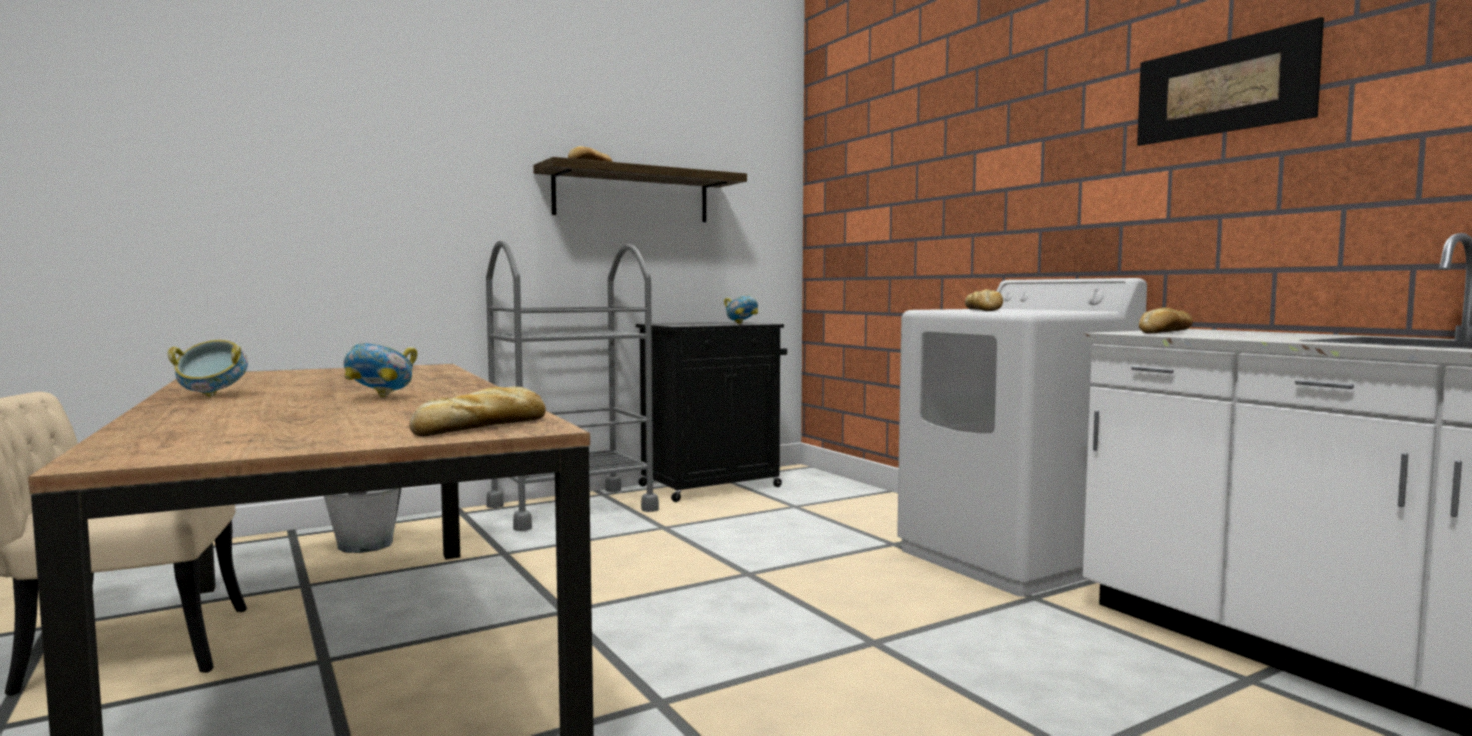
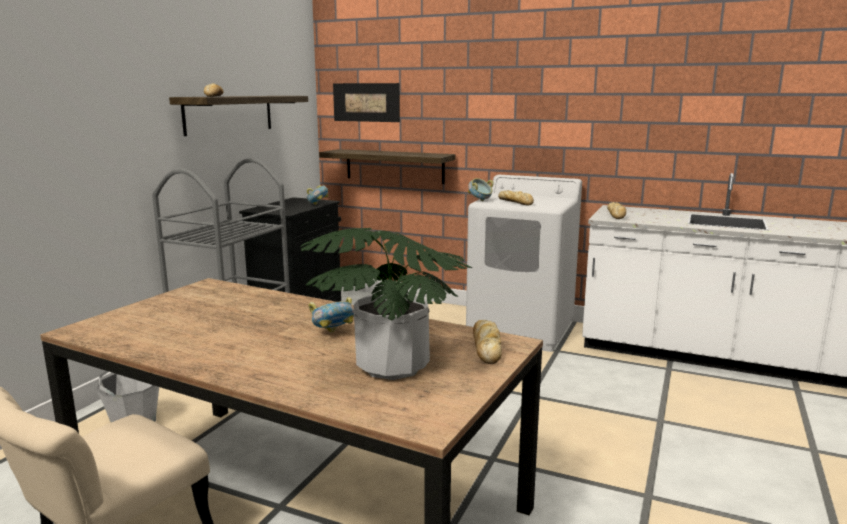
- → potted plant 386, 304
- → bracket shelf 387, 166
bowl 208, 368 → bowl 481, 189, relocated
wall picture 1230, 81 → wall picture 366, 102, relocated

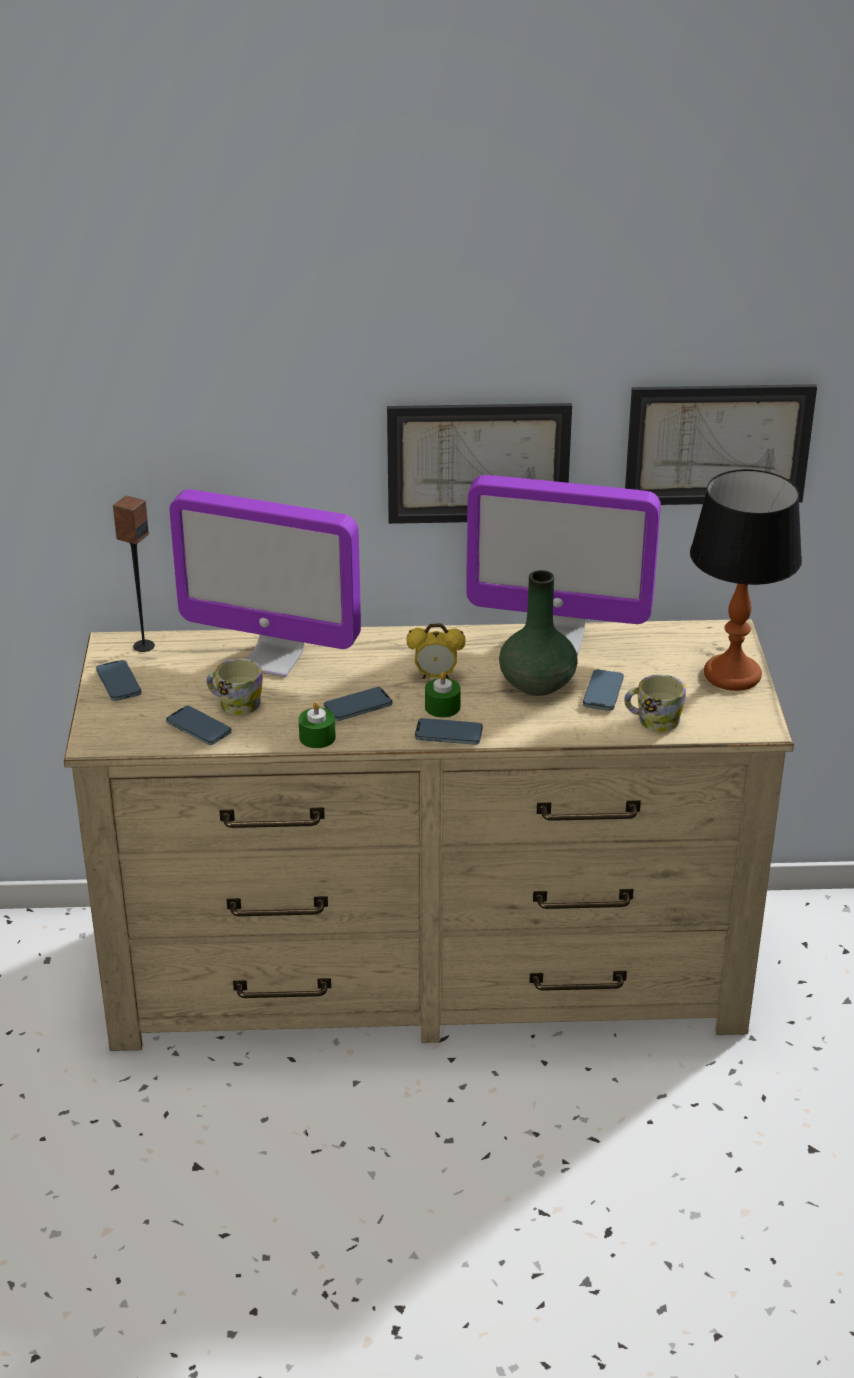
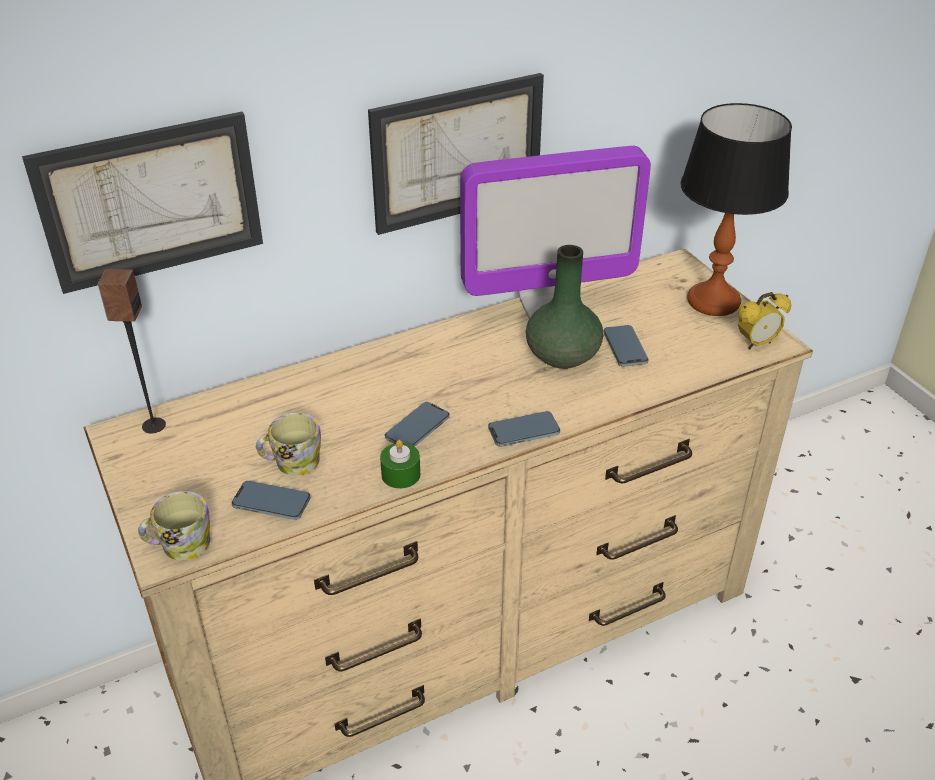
phone 119, 680 → -
monitor 265, 583 → -
wax candle/green 443, 695 → -
table clock 435, 651 → table clock 764, 320, relocated
coffee mug 655, 703 → coffee mug 174, 526, relocated
wall picture 721, 444 → wall picture 142, 203, relocated

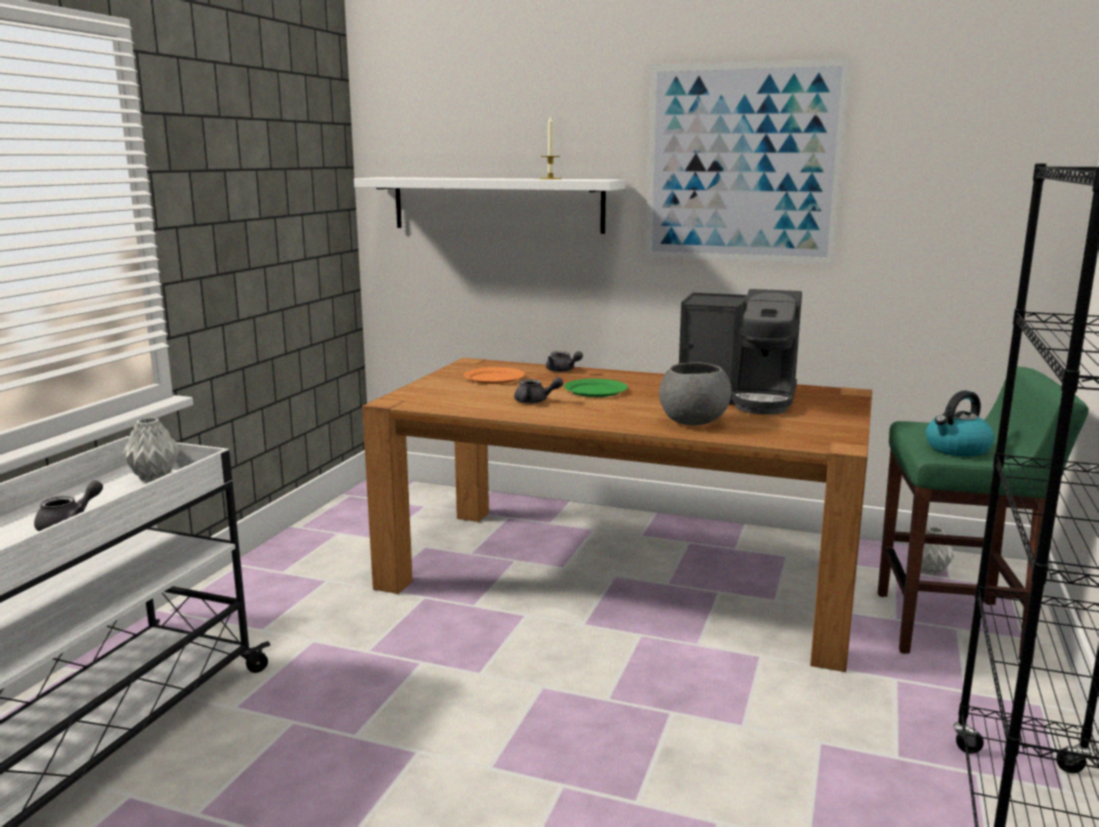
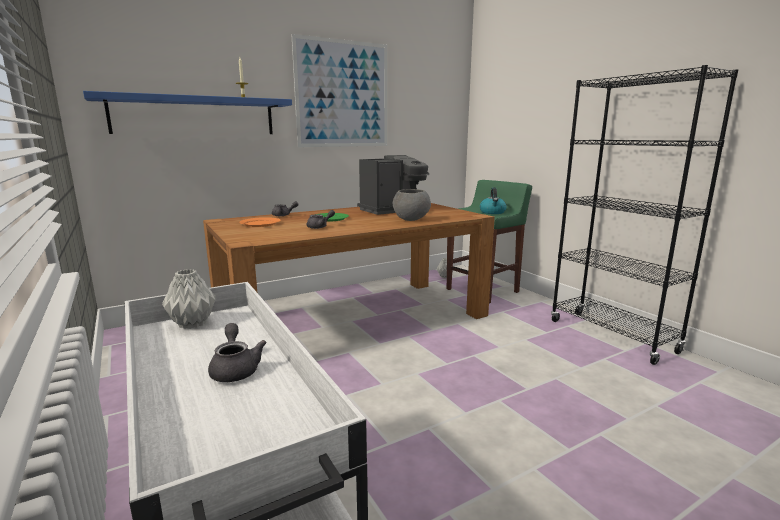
bracket shelf/white-coloured 489, 205 → bracket shelf/blue-coloured 187, 112

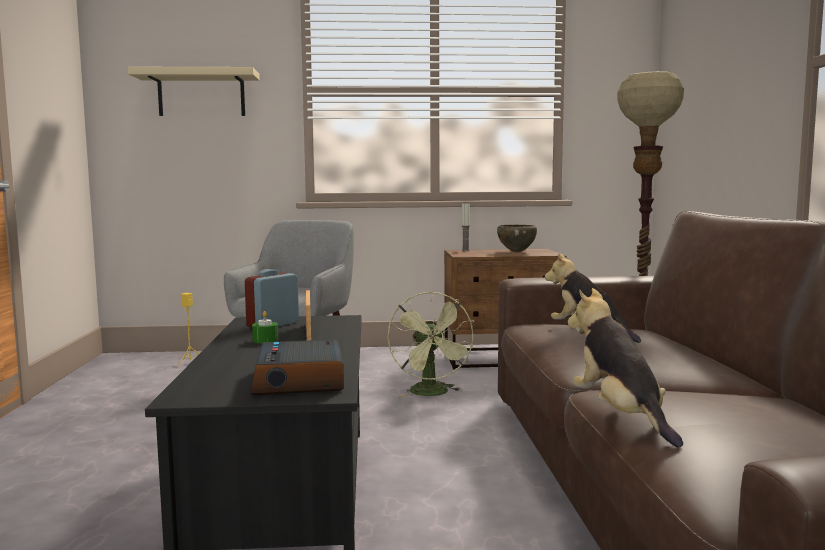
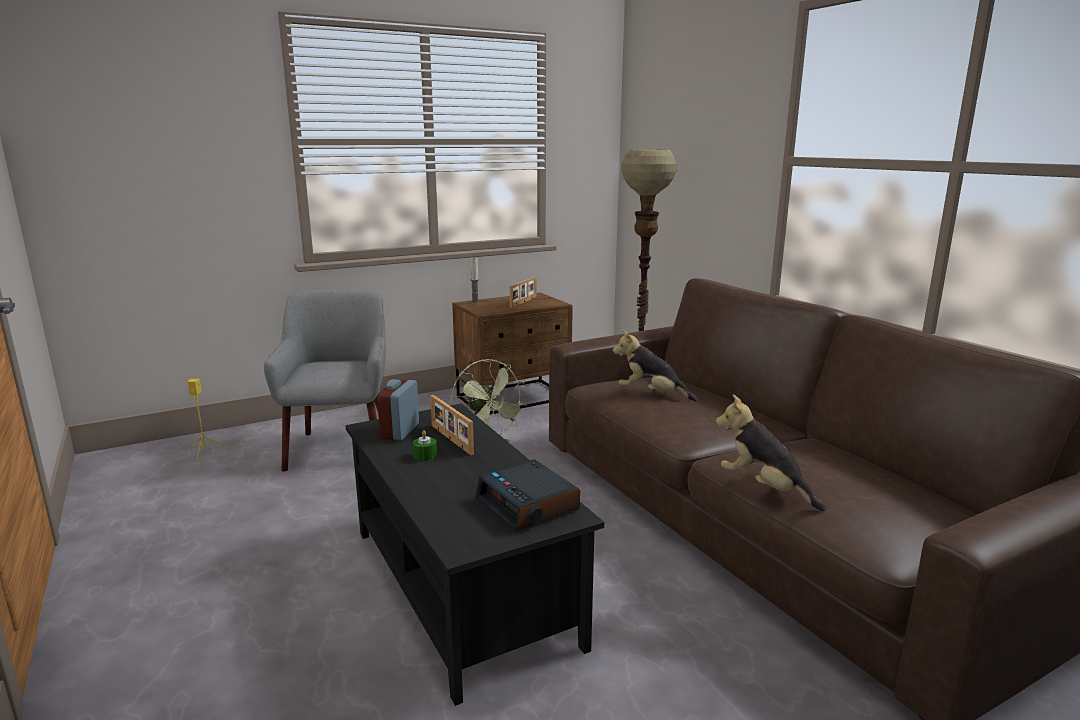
bracket shelf/beige-coloured 194, 91 → -
bowl/brown-coloured 517, 238 → standing frame 523, 292

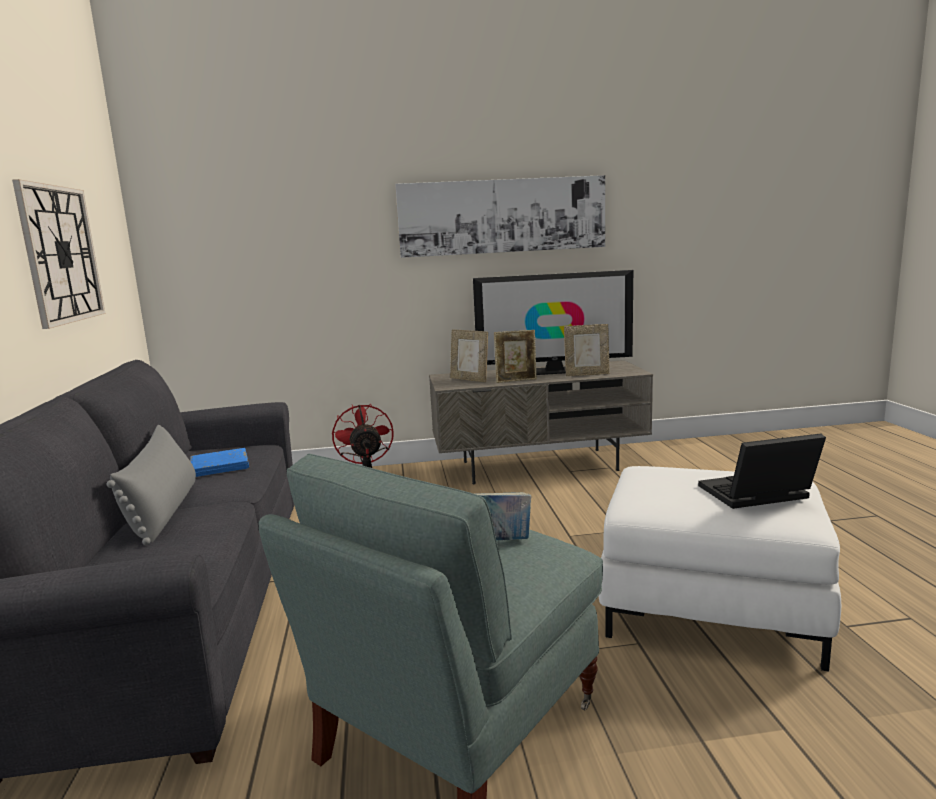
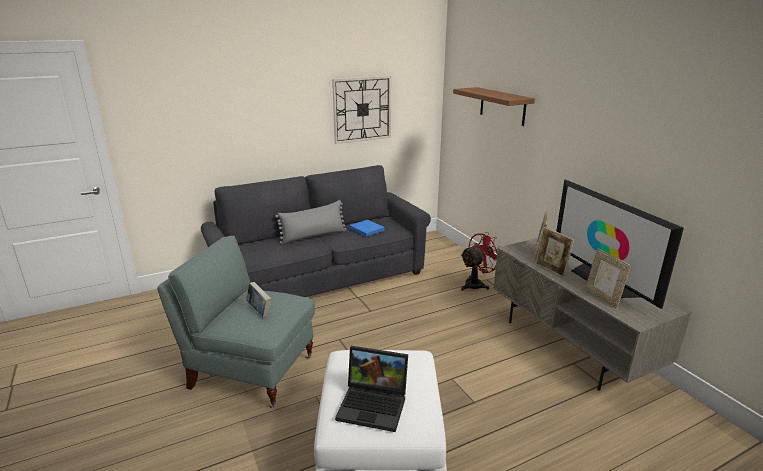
wall picture 500, 216 → -
- → bracket shelf/brown-coloured 494, 106
laptop 762, 471 → laptop 371, 389, 135 degrees clockwise

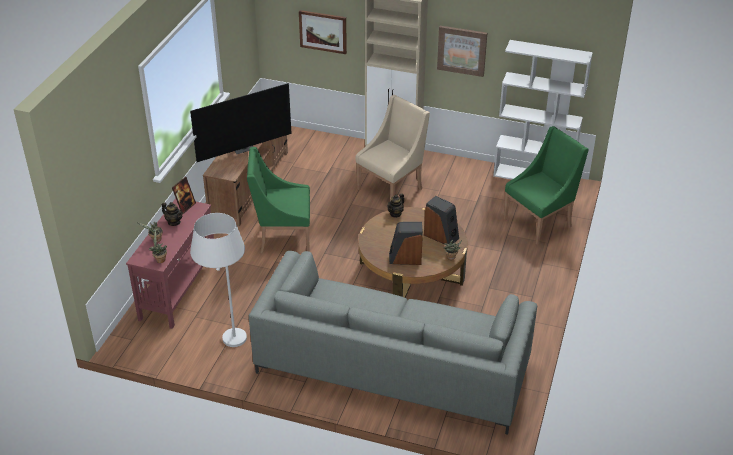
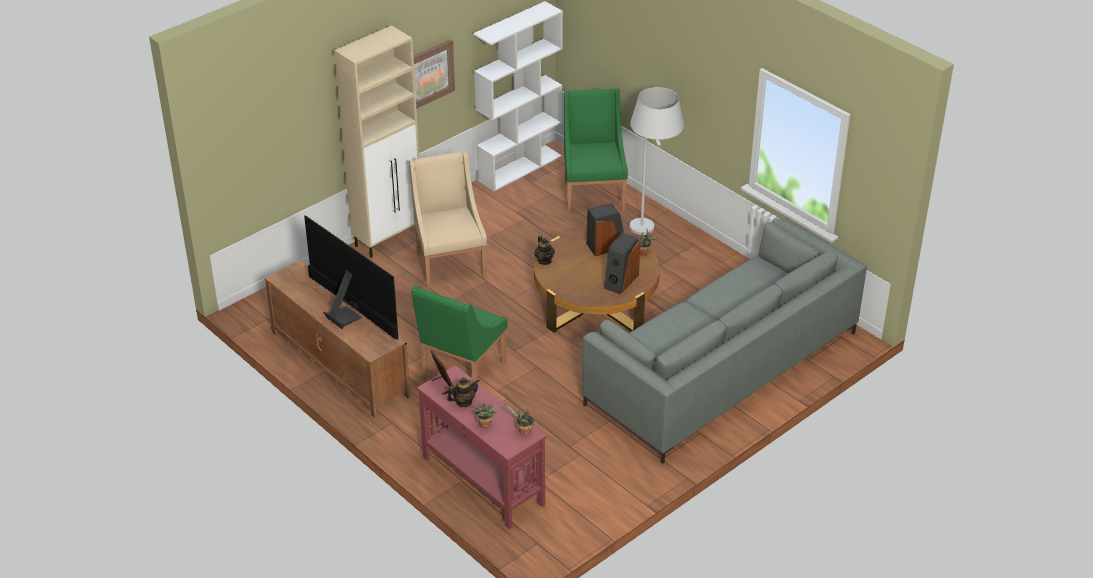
wall picture 323, 32 → -
standard lamp/white-coloured 218, 280 → standard lamp/white-coloured 657, 161, relocated
TV 241, 122 → TV 351, 277, 45 degrees counterclockwise

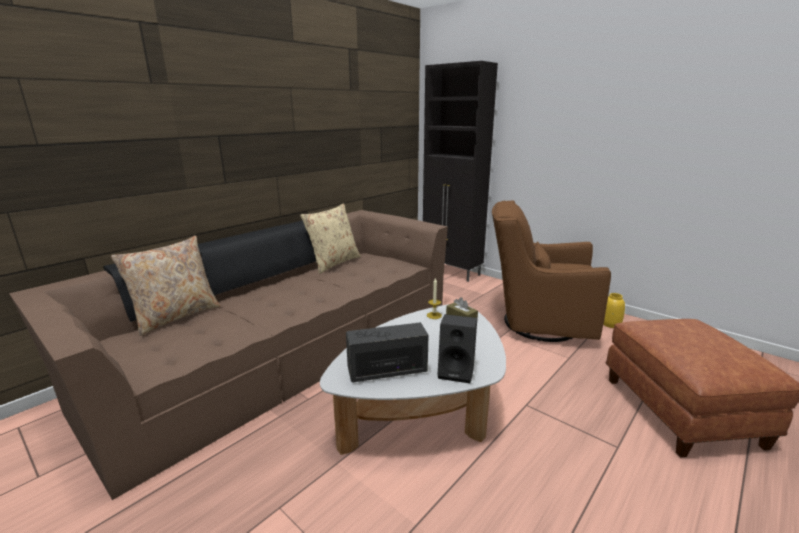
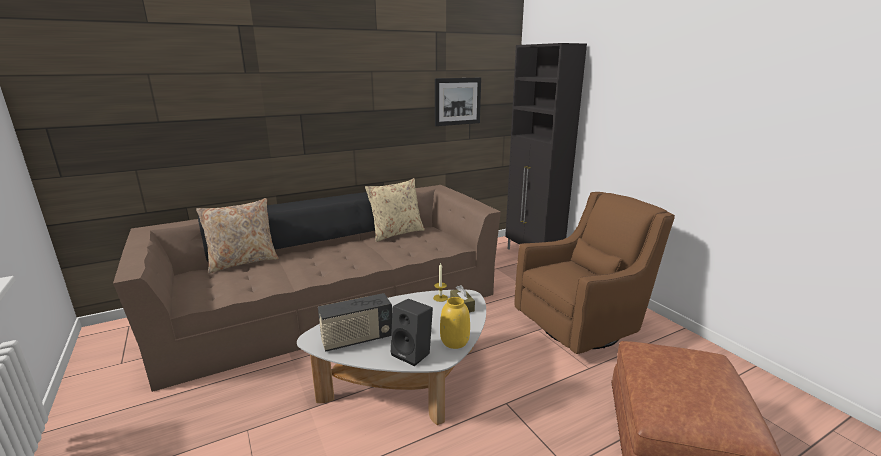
- → wall picture 458, 102
vase/yellow 614, 310 → vase/yellow 455, 323, relocated
radio set 387, 352 → radio set 355, 322, 150 degrees clockwise
lounge chair/brown-coloured 551, 271 → lounge chair/brown-coloured 595, 273, 120 degrees clockwise

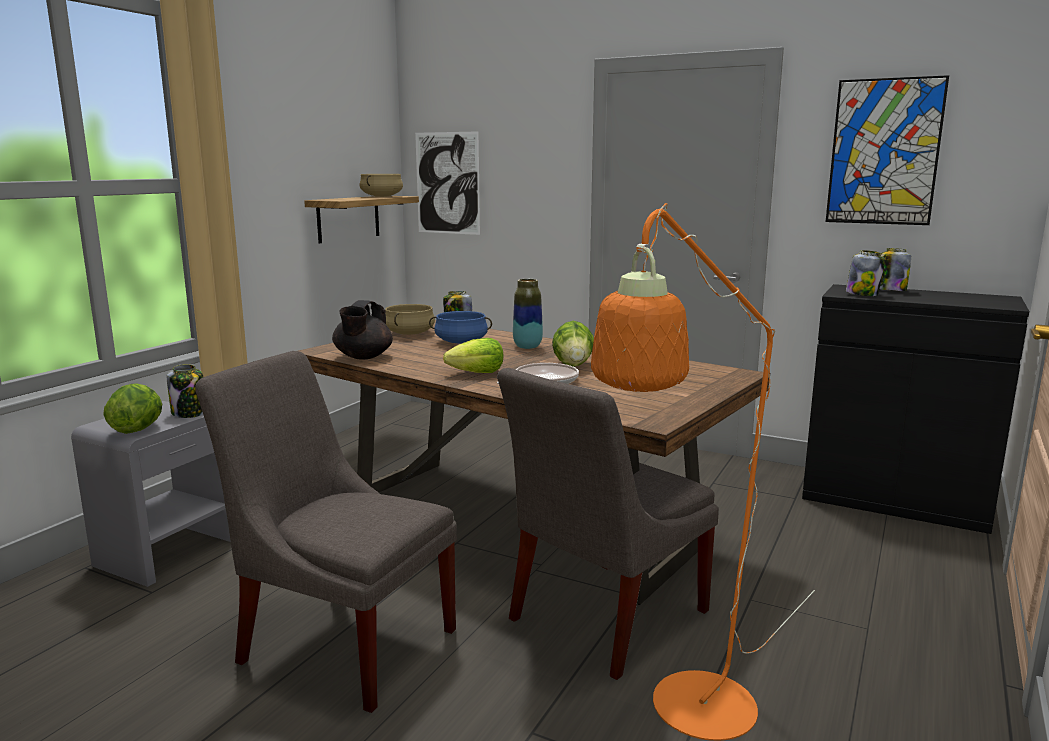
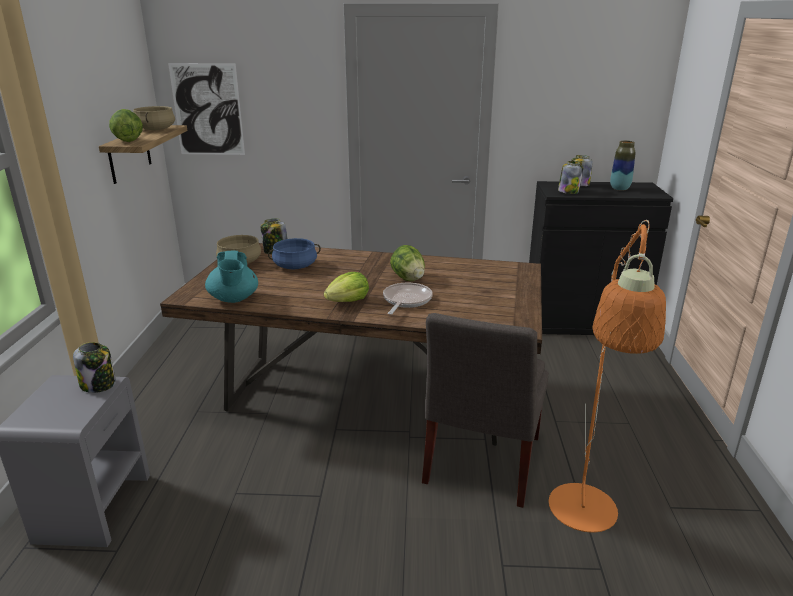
plain chair/grey 326, 532 → -
wall picture 887, 150 → -
head of lettuce 132, 408 → head of lettuce 126, 125, relocated
vase 528, 314 → vase 622, 165, relocated
tea pot/blackish 362, 329 → tea pot/turquoise 231, 277

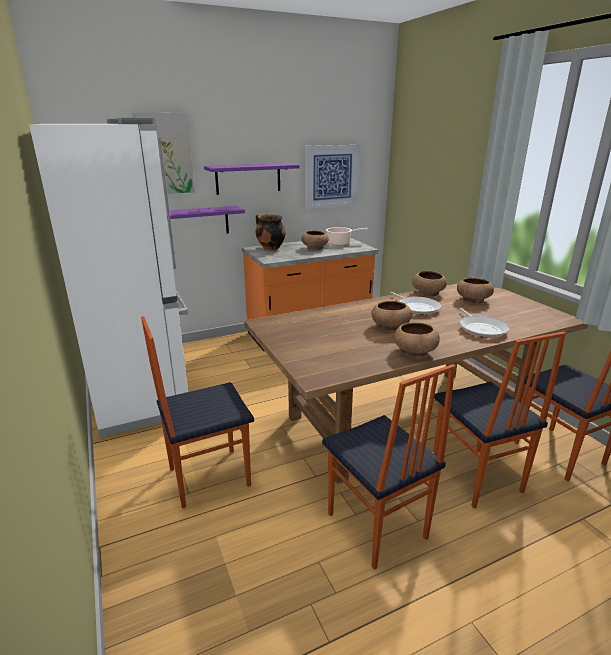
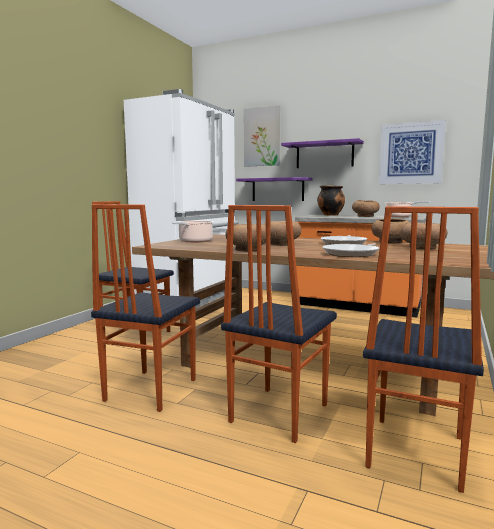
- → saucepot 193, 232

